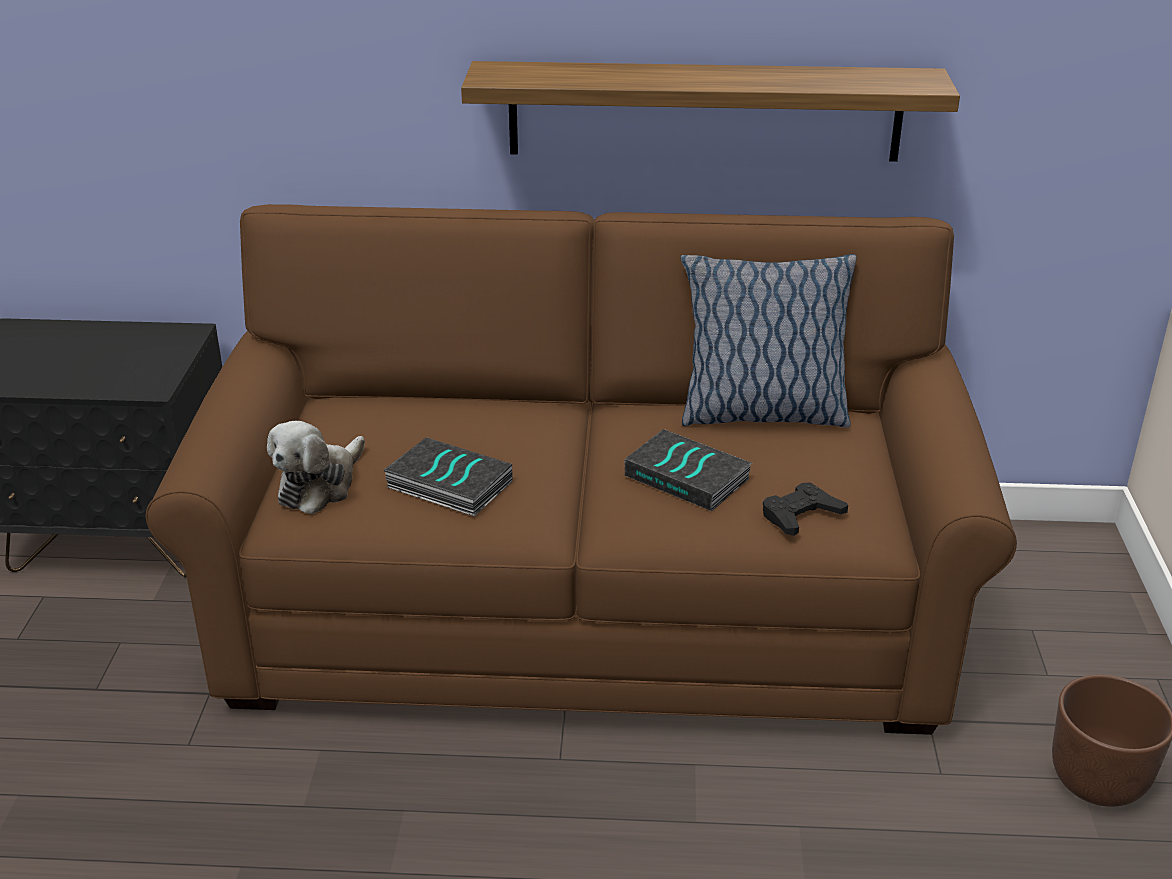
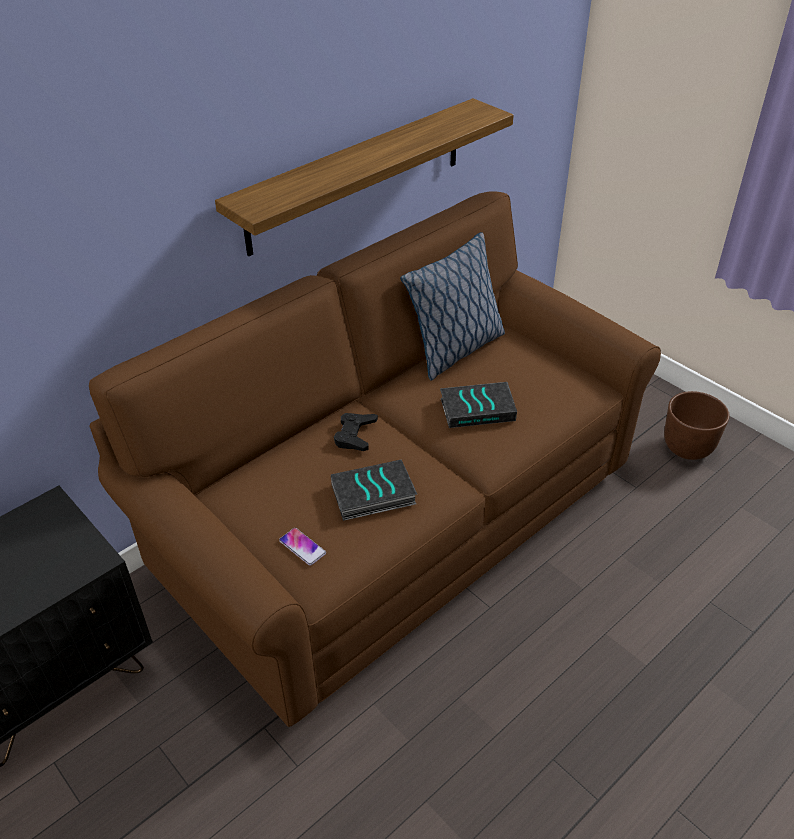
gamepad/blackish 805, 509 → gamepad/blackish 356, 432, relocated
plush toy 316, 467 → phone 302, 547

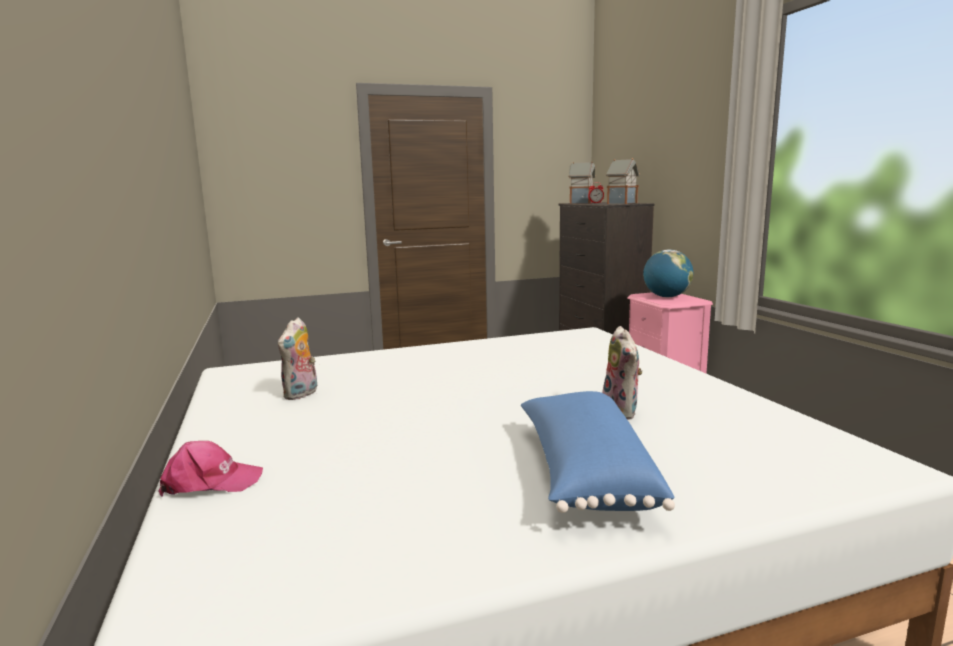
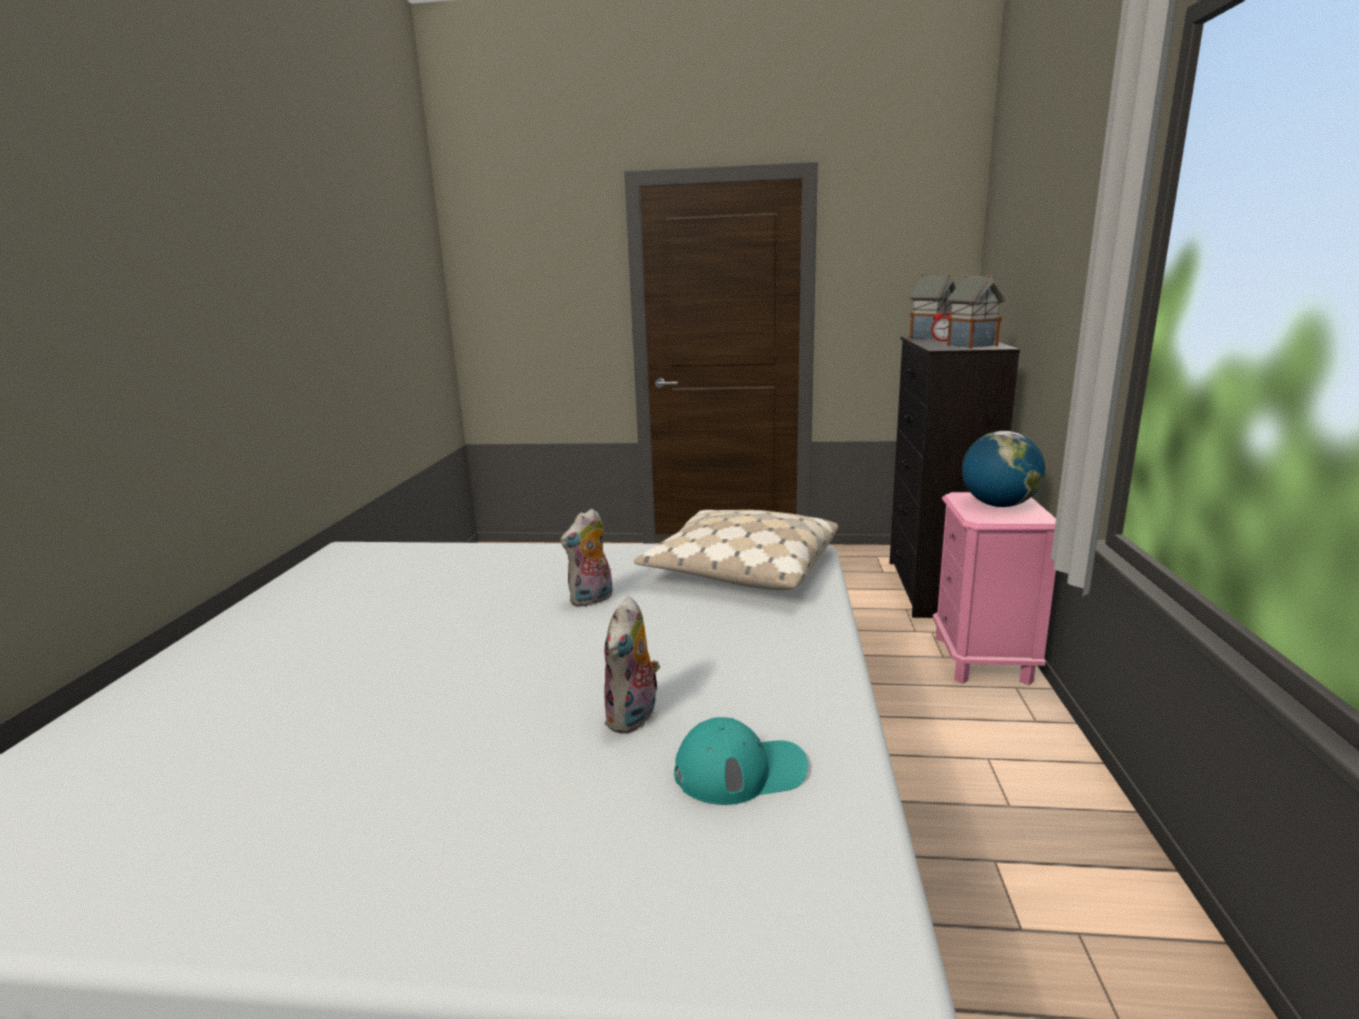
peaked cap/pinkish 210, 469 → -
pillow/blue-coloured 598, 452 → -
- → pillow/beige-coloured 736, 550
- → peaked cap/turquoise 741, 761
plush toy 297, 359 → plush toy 586, 557, relocated

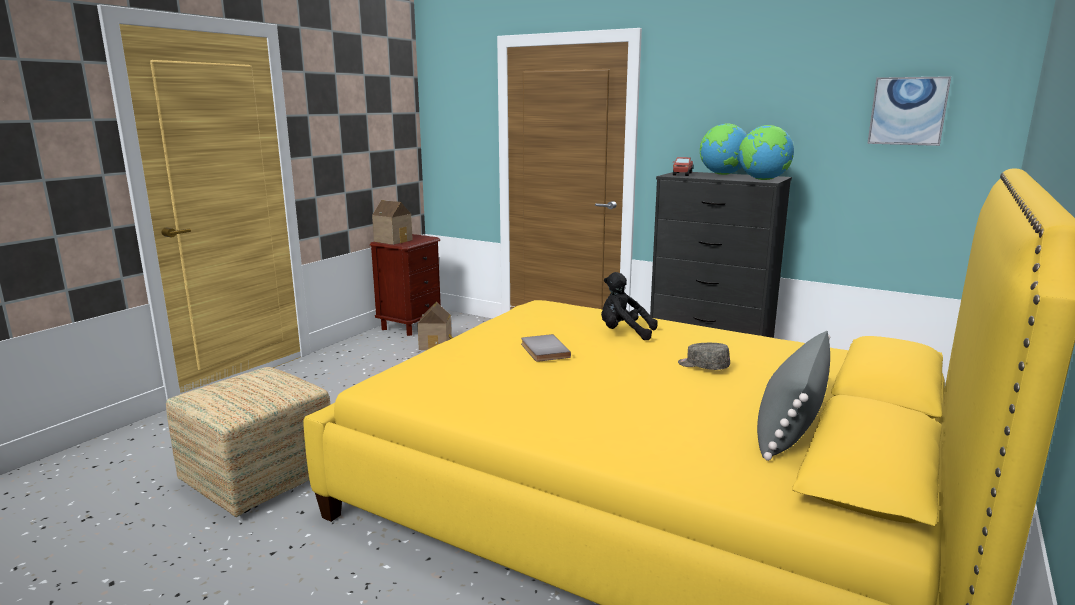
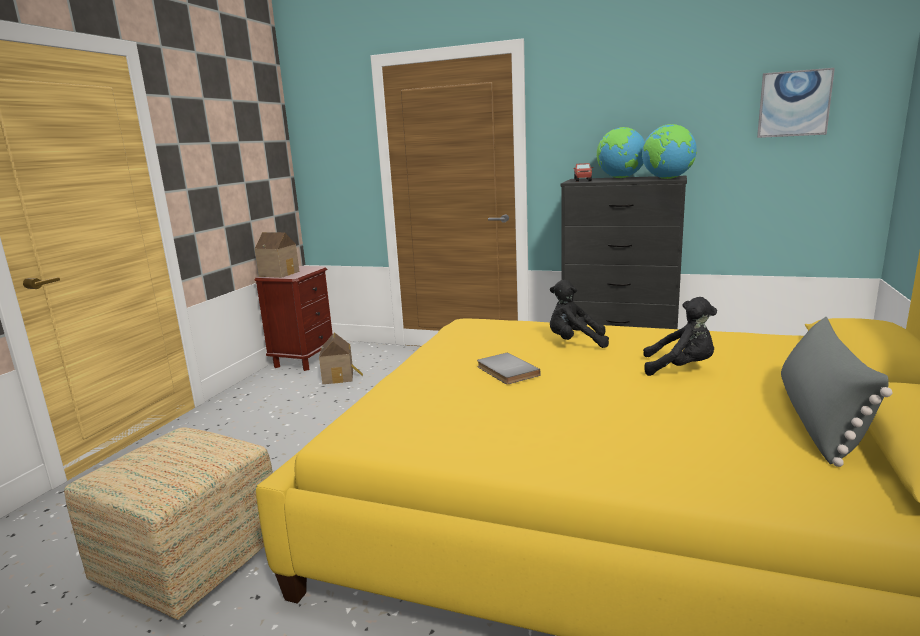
peaked cap/grey 704, 356 → plush toy/blackish 680, 336

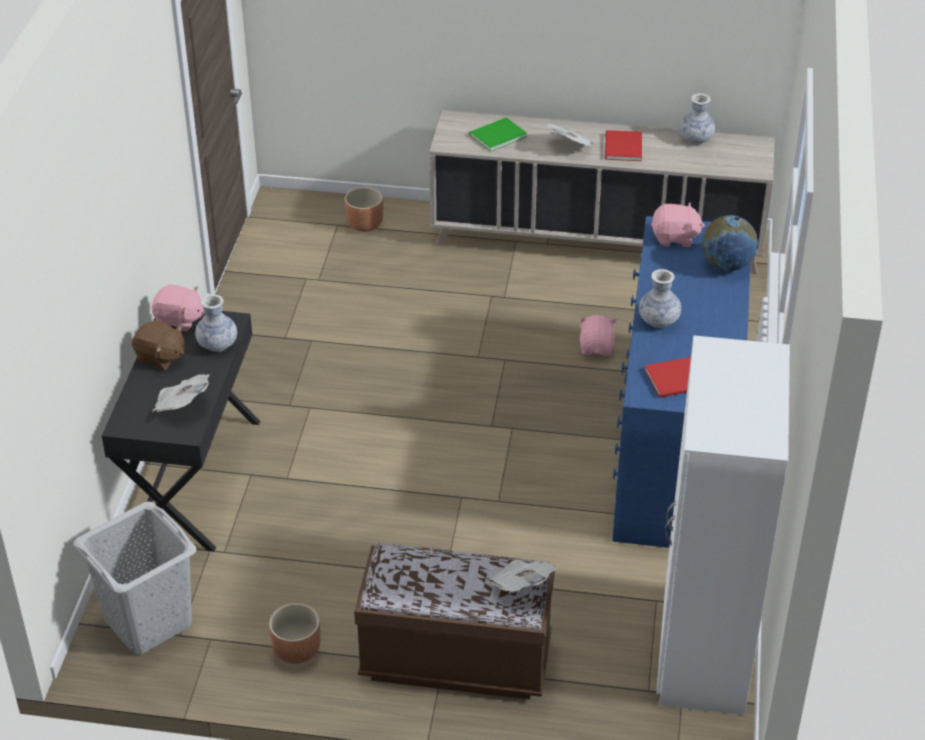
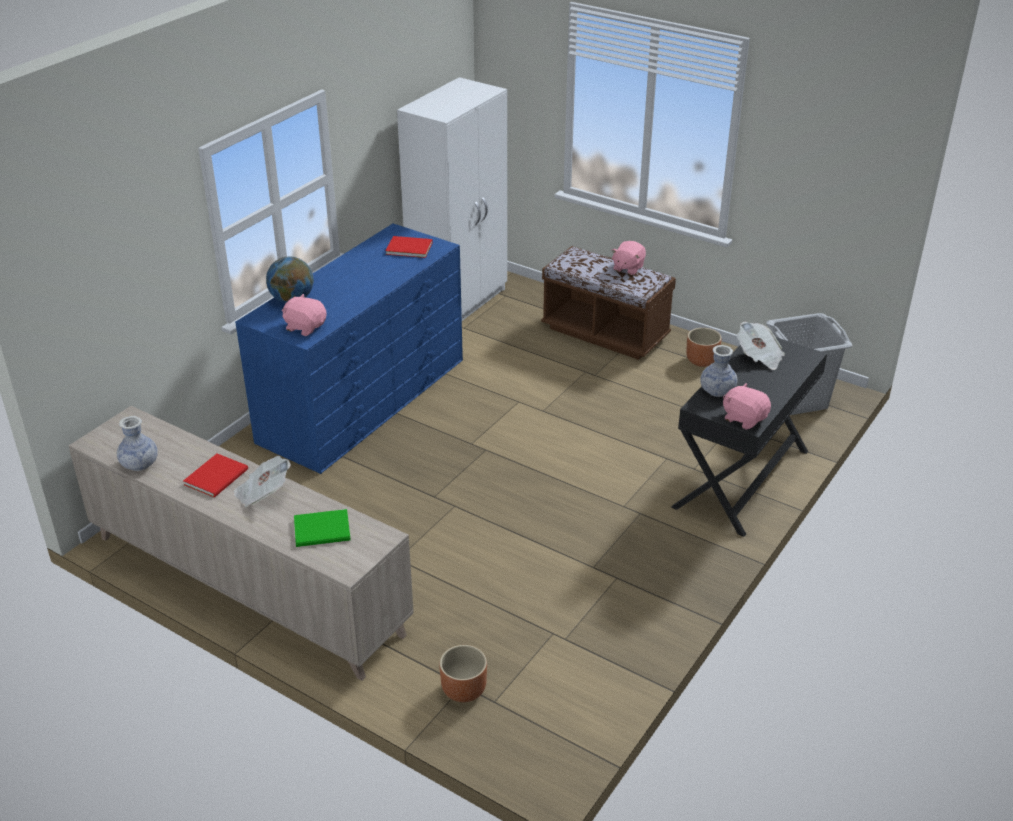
plush toy/brown-coloured 158, 345 → -
printed paper 522, 575 → -
vase 660, 298 → -
plush toy/pinkish 598, 335 → plush toy/pinkish 629, 258, relocated

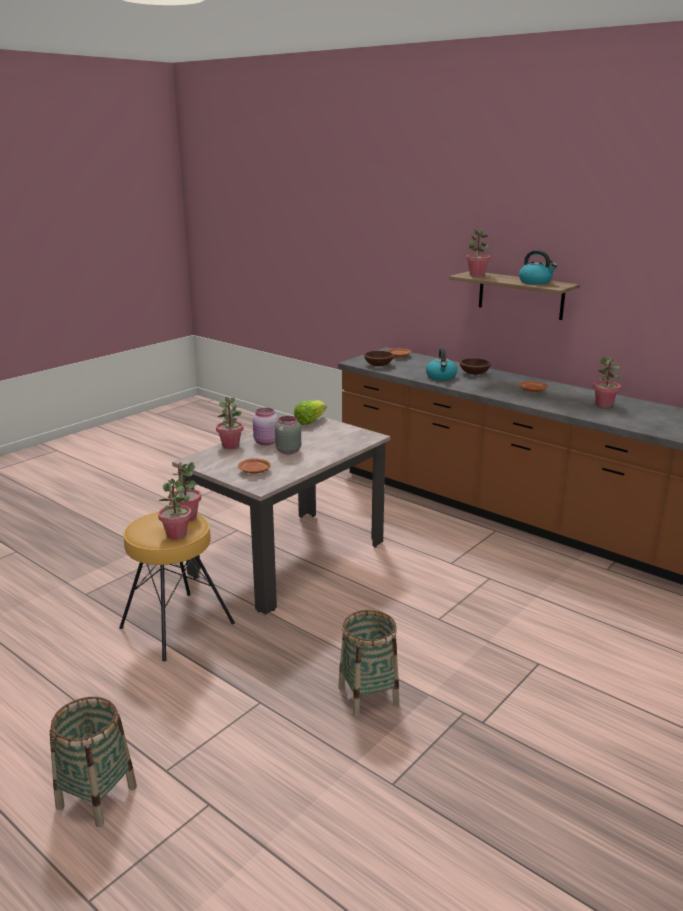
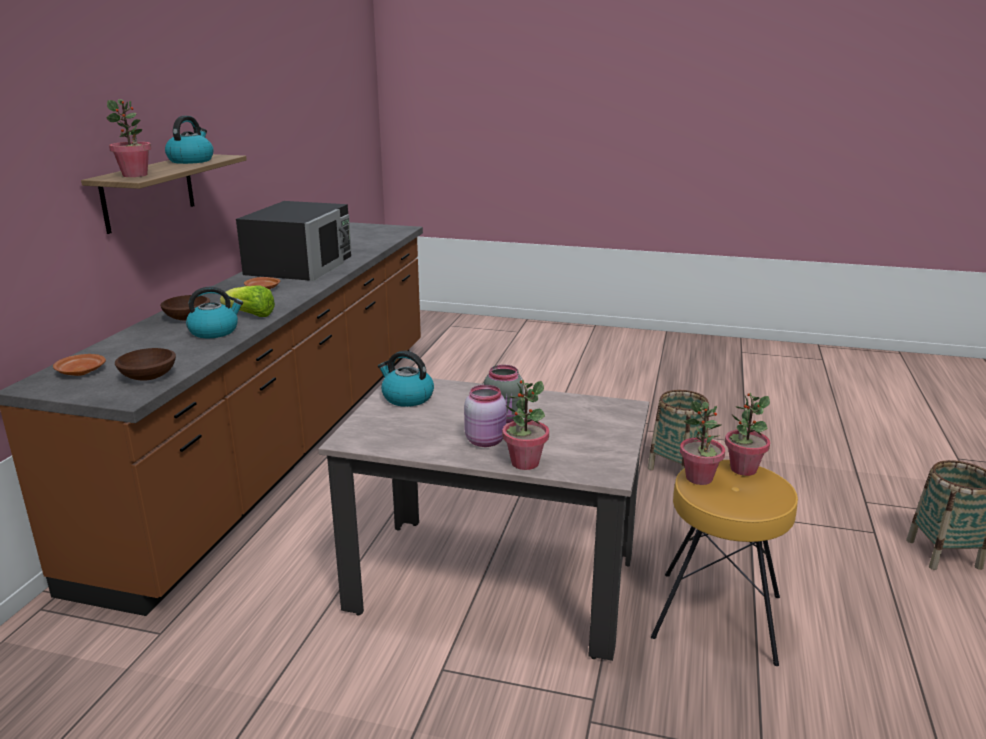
dinner plate/brown-coloured 254, 466 → -
- → tea kettle 406, 379
head of lettuce 310, 412 → head of lettuce 247, 301, relocated
potted plant 607, 381 → microwave/blackish 294, 241

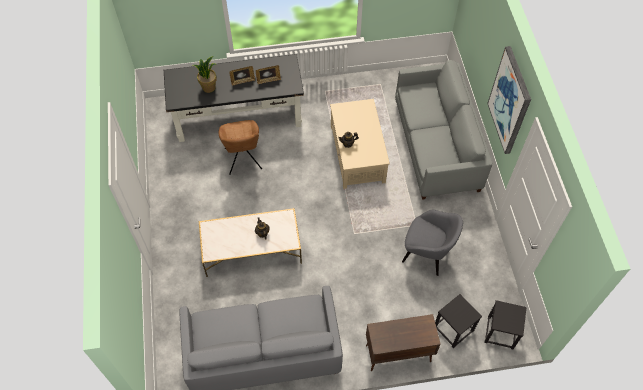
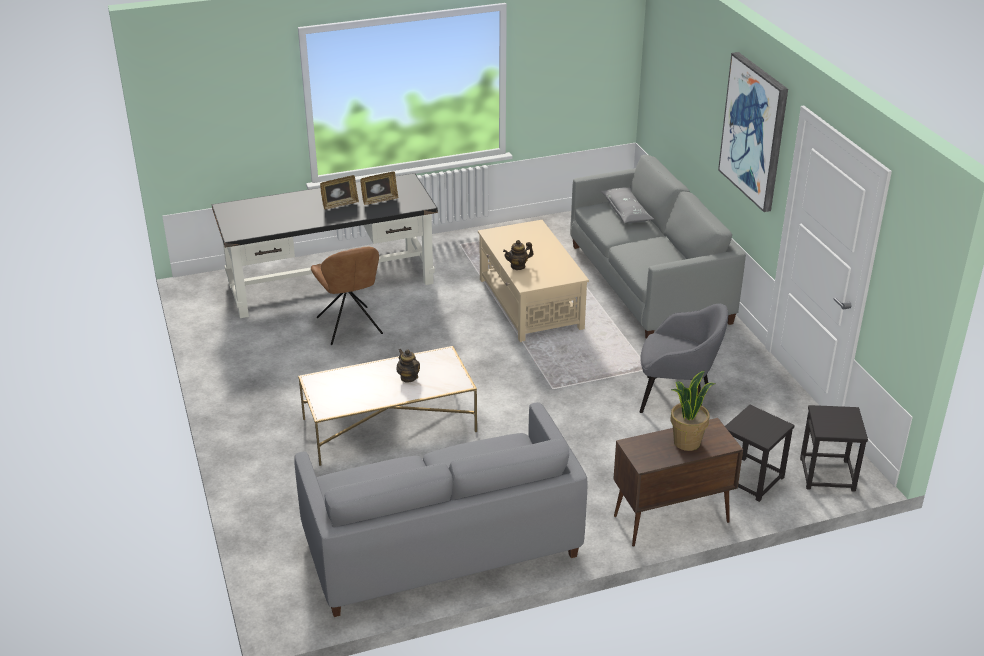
- → pillow/grey 627, 205
potted plant 205, 74 → potted plant 692, 411, relocated

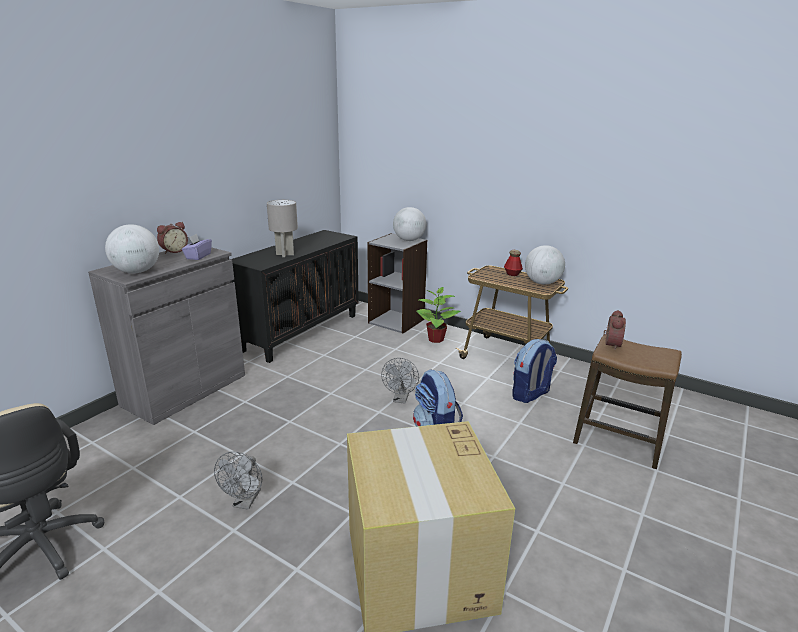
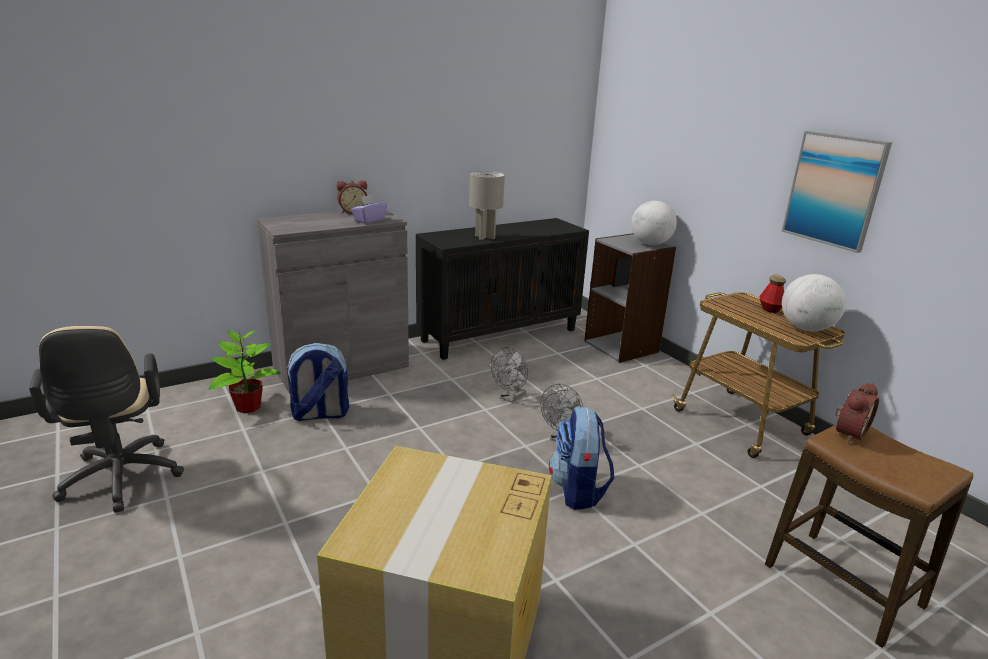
desk globe 132, 248 → -
- → wall picture 837, 192
electric fan/grey 238, 481 → electric fan/grey 509, 375, relocated
potted plant 438, 315 → potted plant 245, 371, relocated
knapsack 534, 371 → knapsack 317, 382, relocated

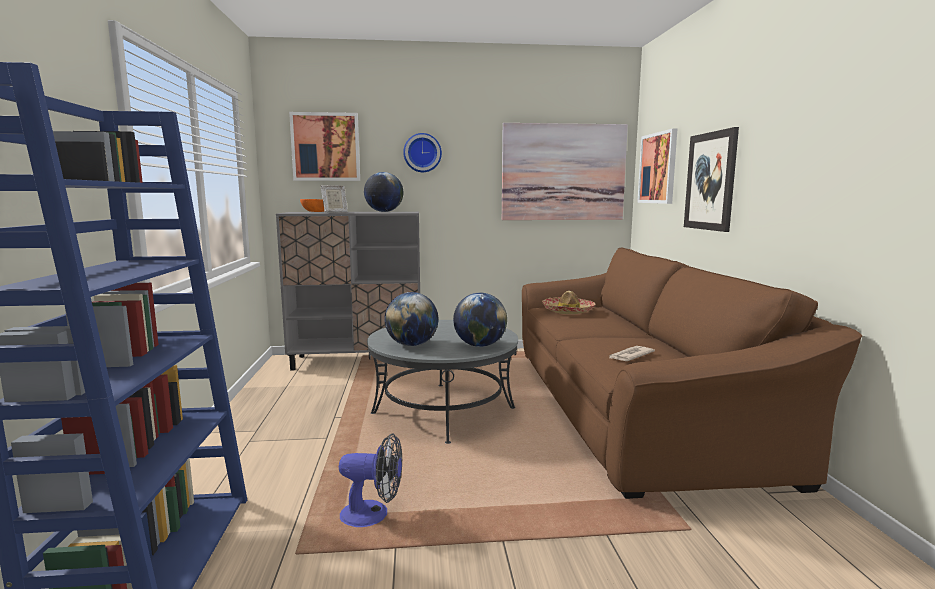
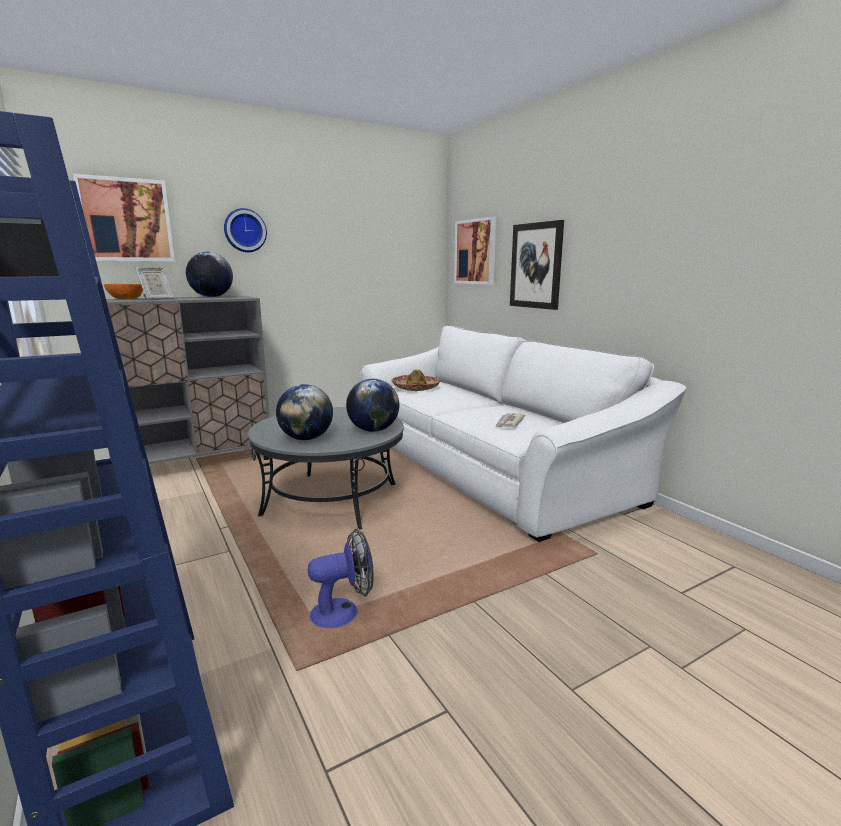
wall picture 565, 171 → -
couch/brown-coloured 692, 373 → couch/white-coloured 523, 433

